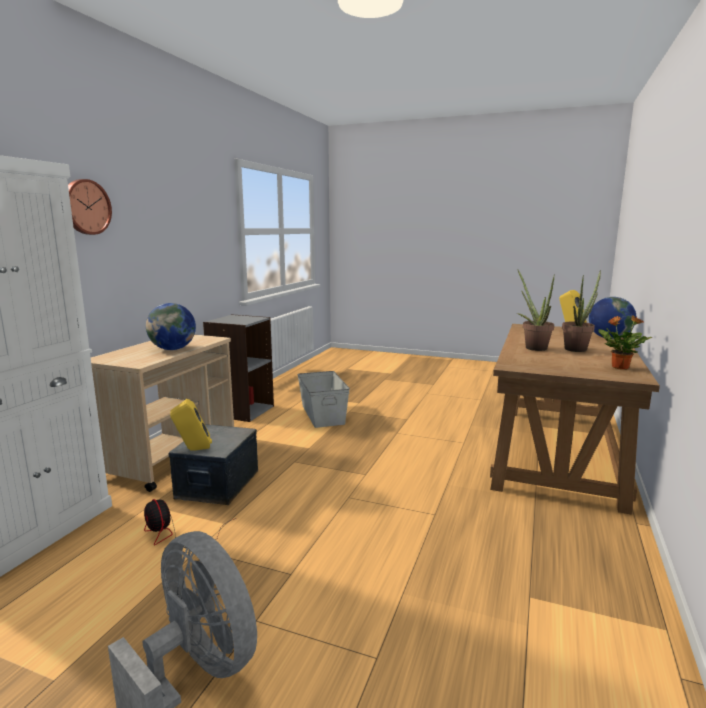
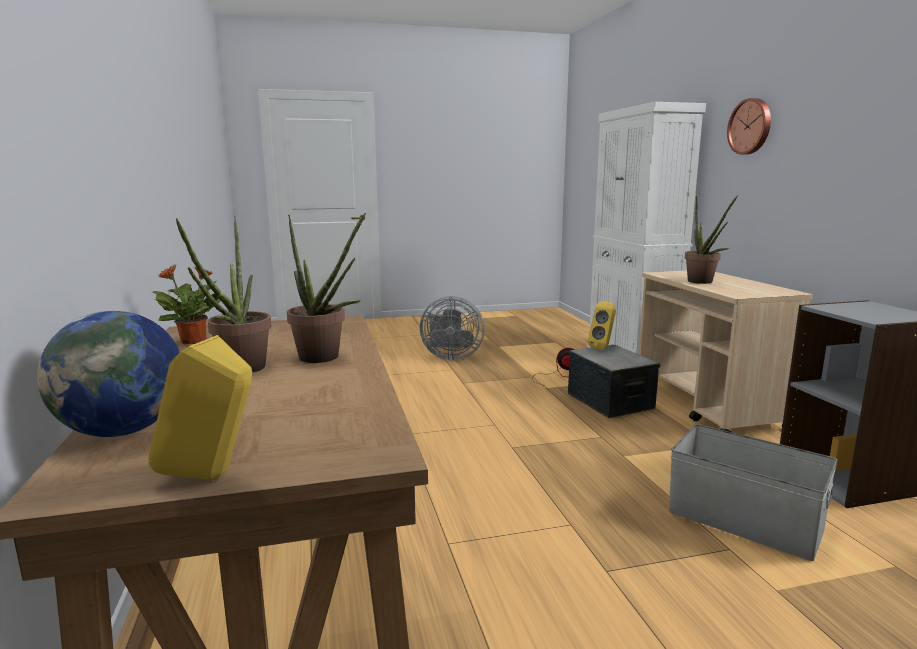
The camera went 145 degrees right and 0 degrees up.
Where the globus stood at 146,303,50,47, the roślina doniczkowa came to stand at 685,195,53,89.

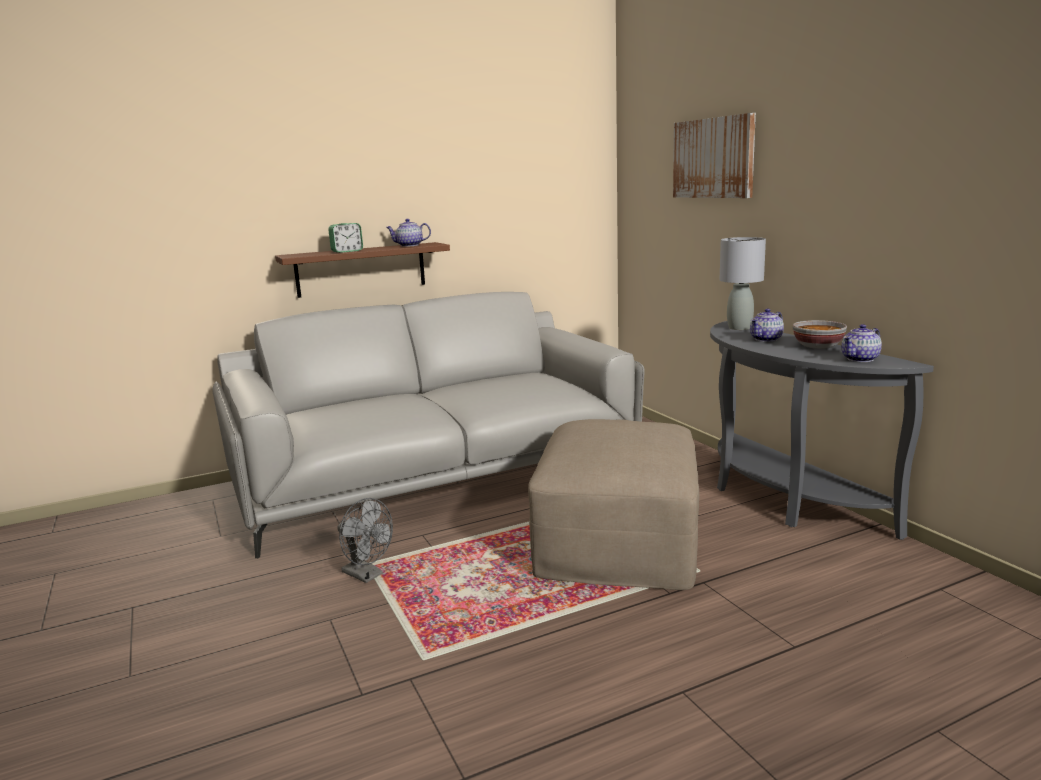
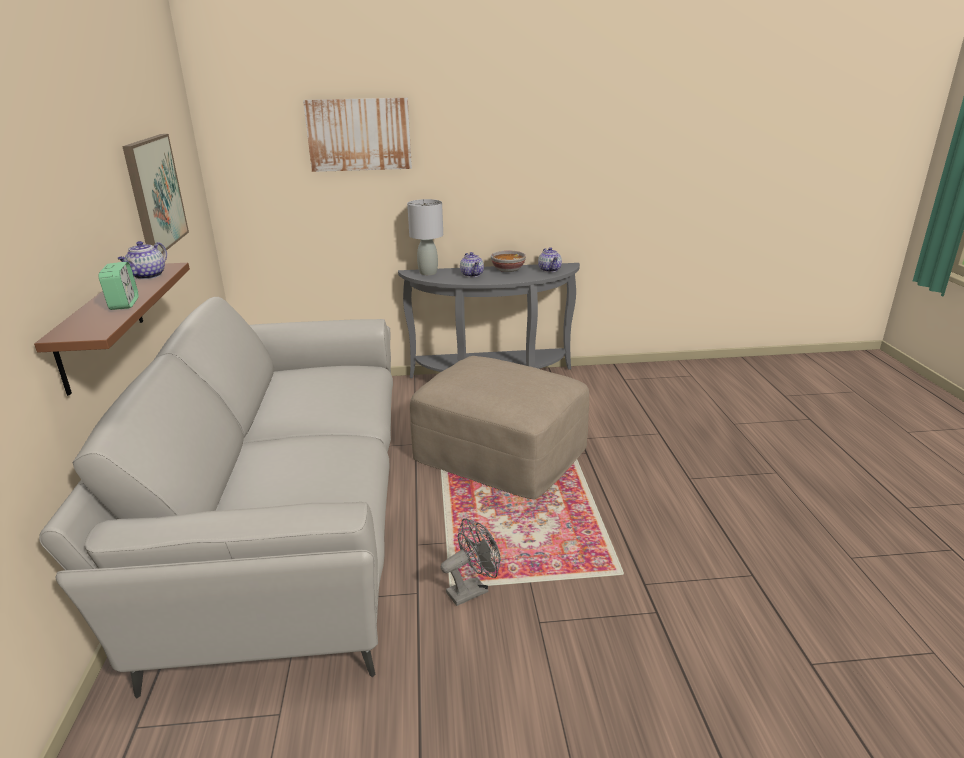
The camera went 70 degrees left and 10 degrees up.
The second view gained the obraz at 122,134,67,120.

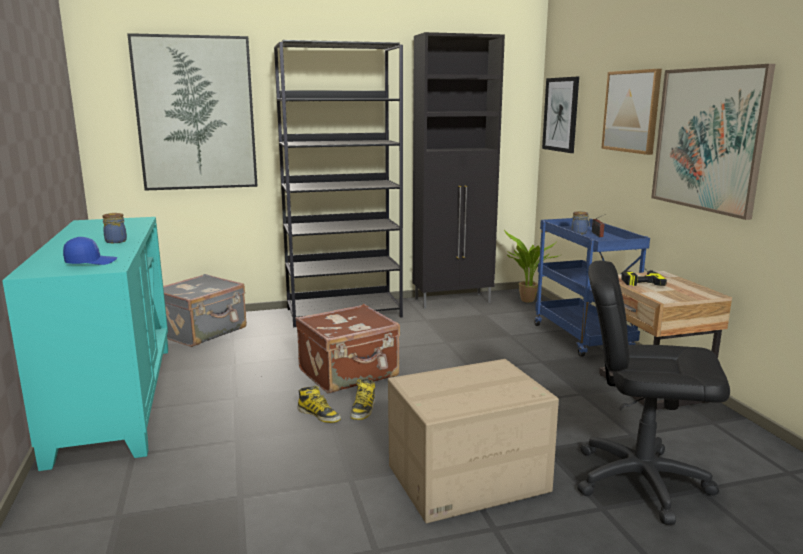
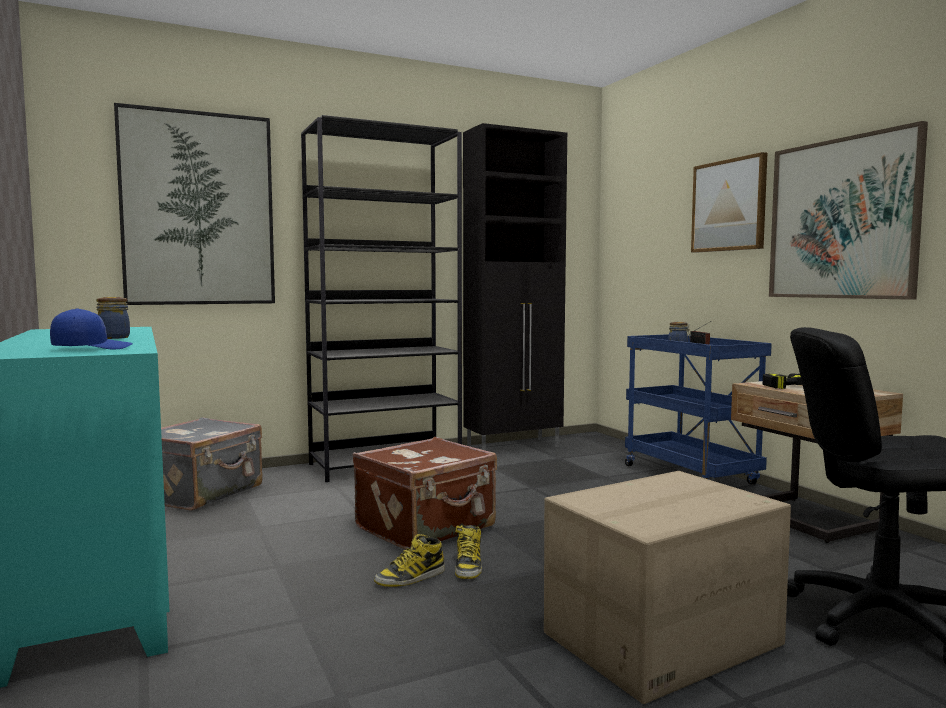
The camera went 10 degrees left and 10 degrees down.
The second view lost the roślina doniczkowa at 504,230,58,73.
The second view lost the obraz at 542,77,37,76.
The but z cholewką at 297,386,44,37 ended up facing another way, 120 degrees clockwise from before.

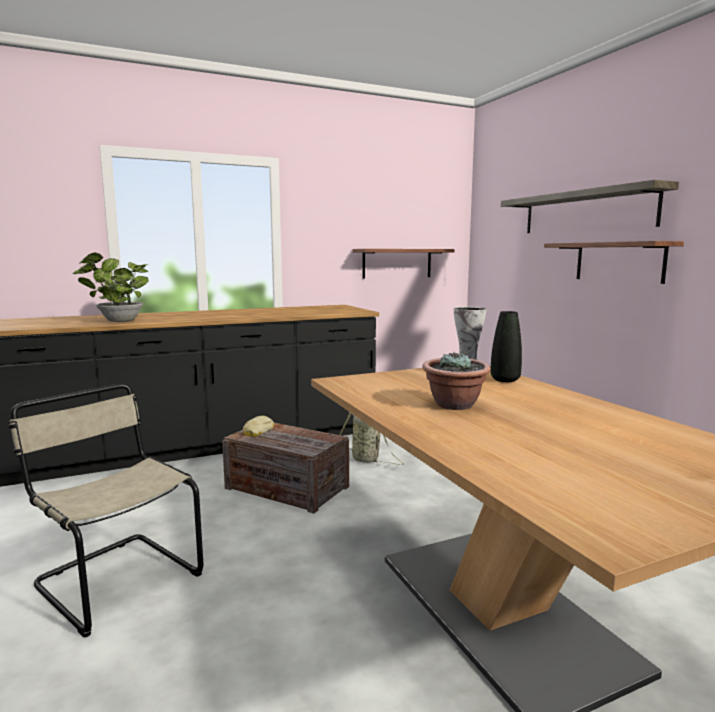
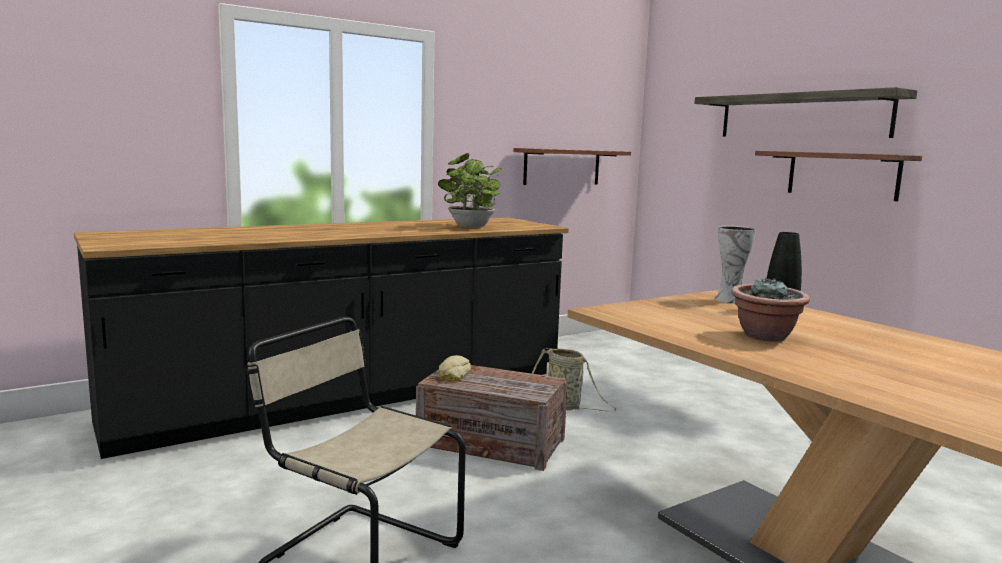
The camera went 10 degrees left and 0 degrees up.
The roślina doniczkowa ended up elsewhere, having gone from 73,253,76,69 to 438,153,64,75.

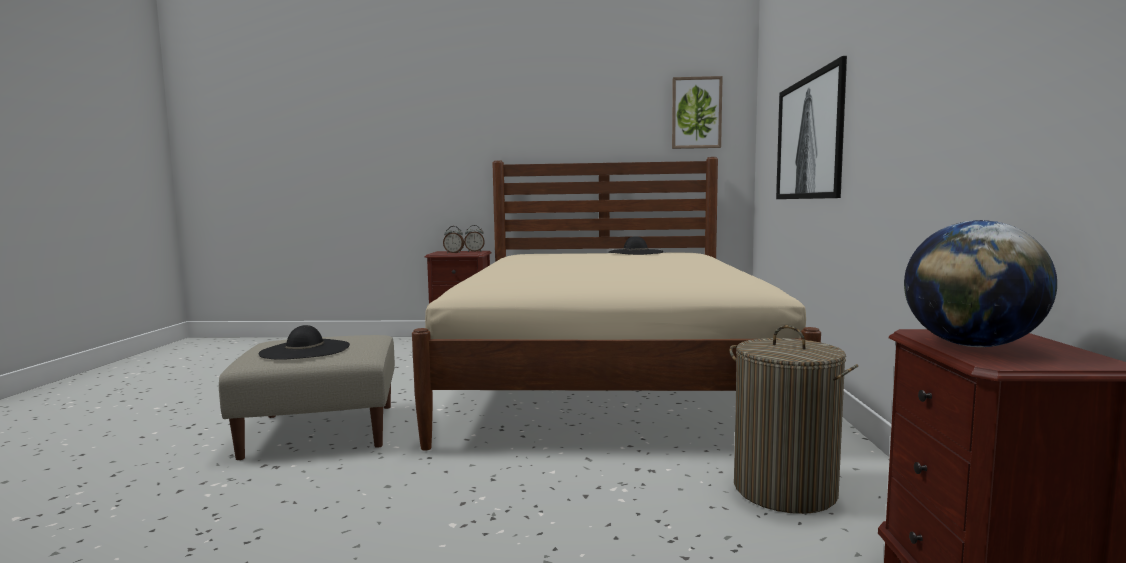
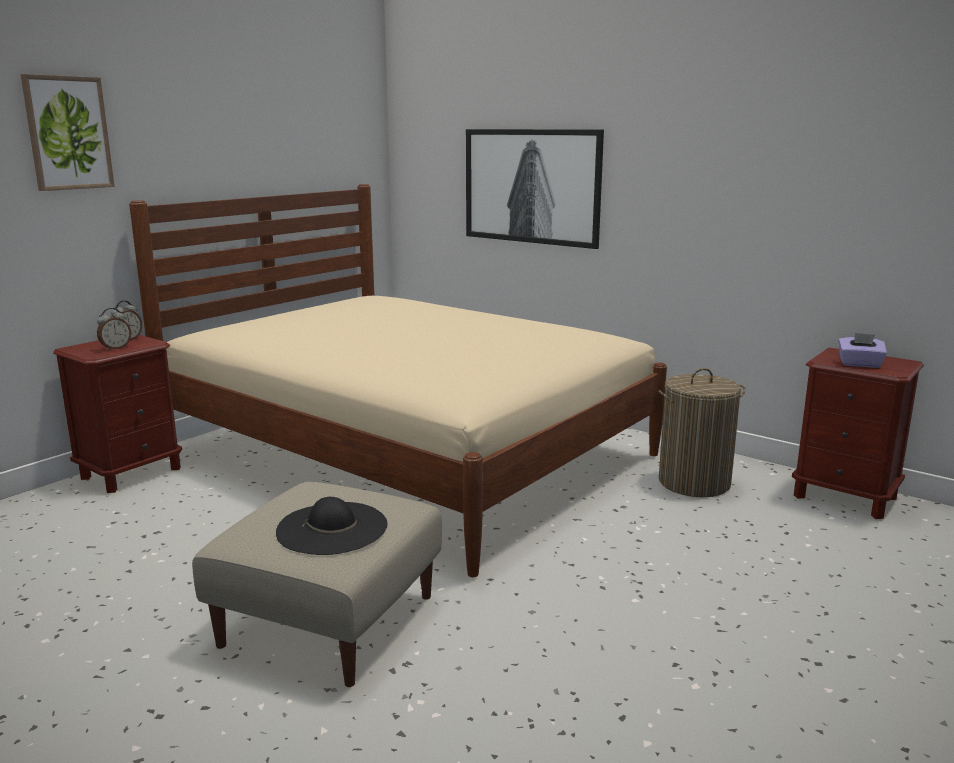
The camera went 55 degrees left and 10 degrees up.
The second view lost the kapelusz (czarny) at 608,236,56,19.
The obraz ended up elsewhere, having gone from 672,76,51,73 to 21,74,94,117.
Where the globus stood at 904,220,153,127, the pudełko chusteczek (fioletowy) came to stand at 838,333,49,35.

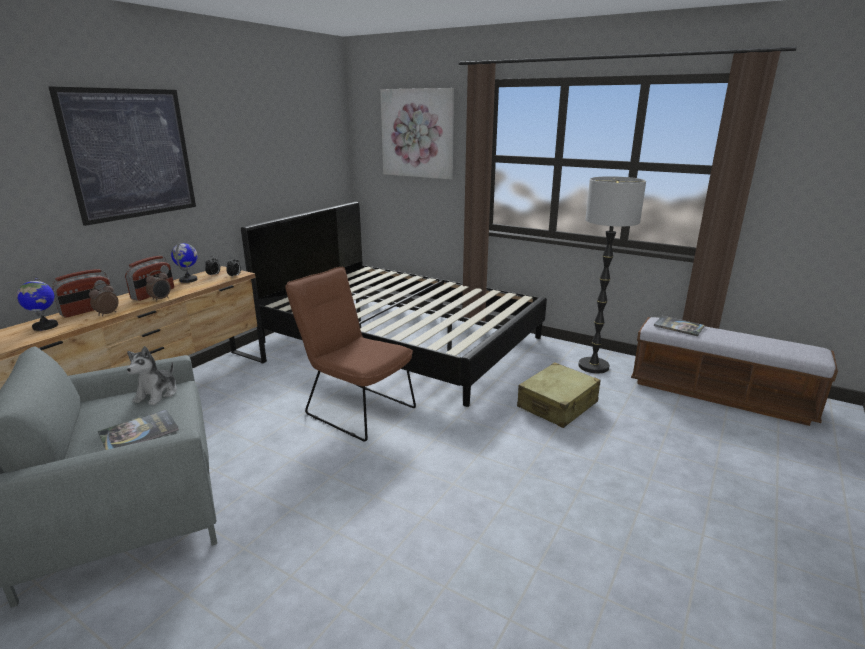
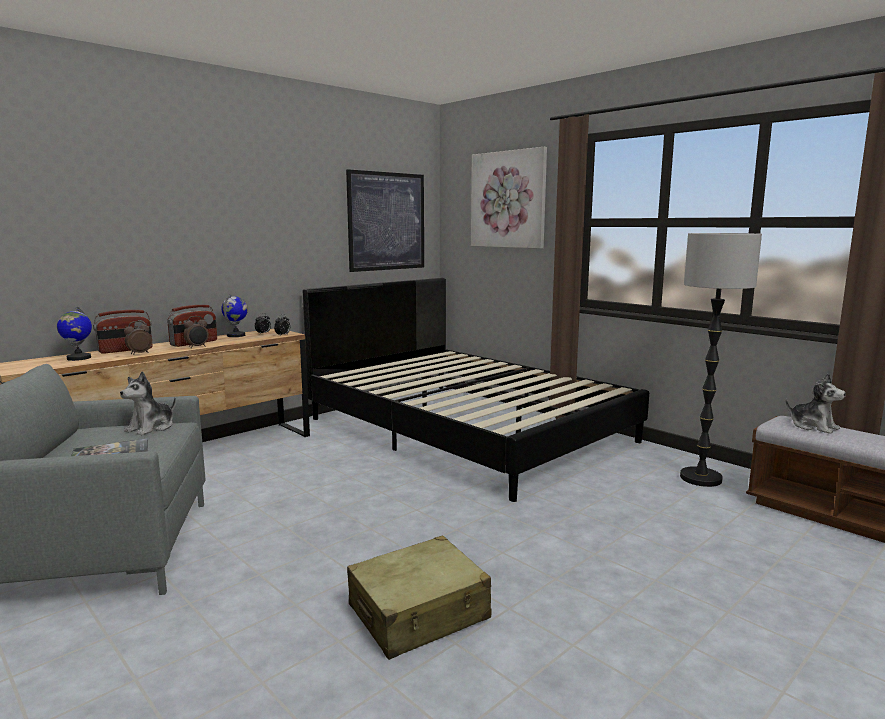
The camera went 15 degrees right and 10 degrees down.
The second view lost the krzesło (brązowy) at 285,267,131,175.
The obraz ended up elsewhere, having gone from 49,86,147,140 to 346,169,78,103.
The walizka (beżowy) ended up elsewhere, having gone from 517,362,84,66 to 347,535,144,125.
Where the książka stood at 654,316,51,20, the pluszak came to stand at 785,373,61,61.

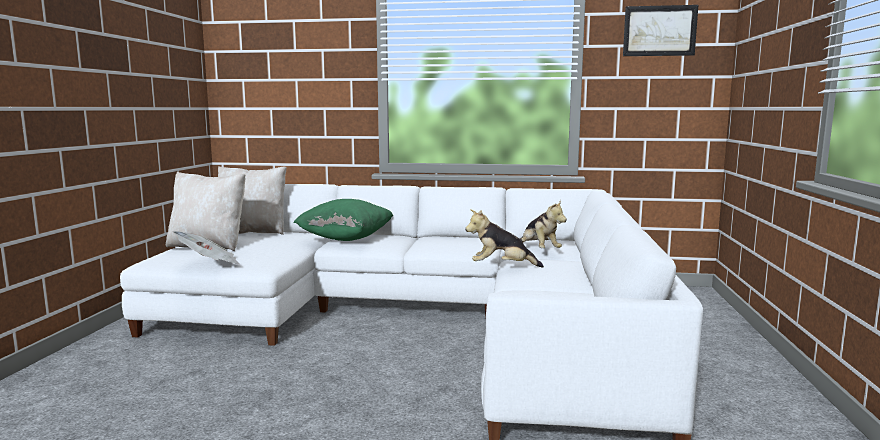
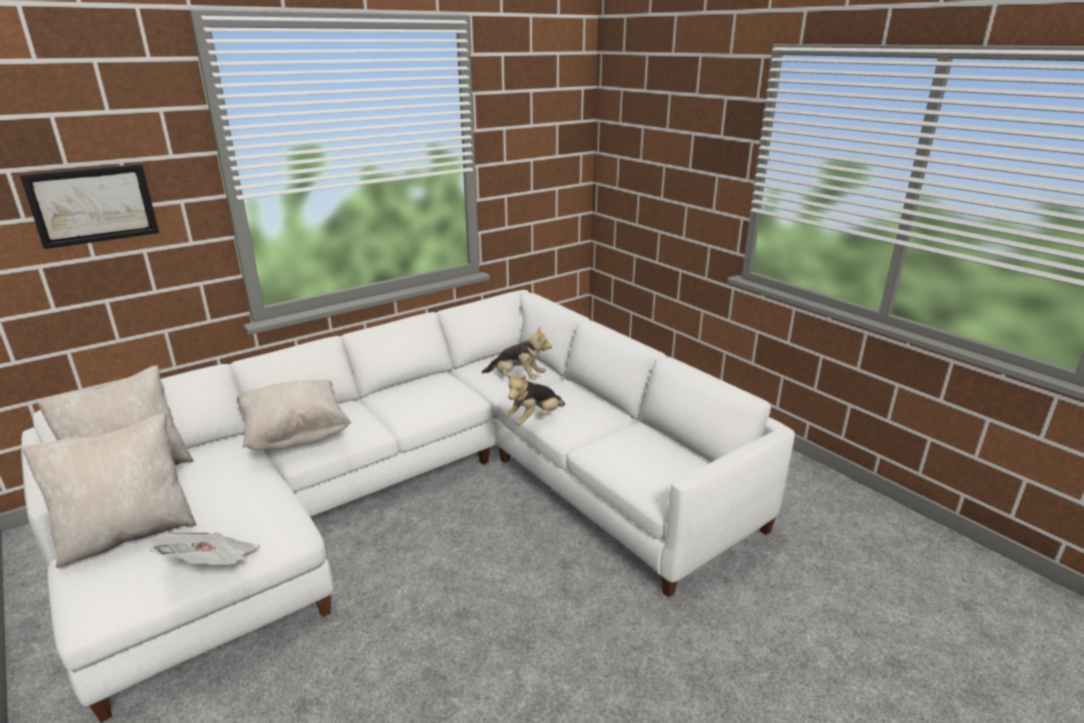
The camera went 45 degrees left and 15 degrees up.
The obraz ended up elsewhere, having gone from 623,5,75,51 to 20,164,139,85.
What was the poduszka (zielony) at 294,199,99,42 turned into the poduszka (beżowy) at 237,379,114,71.

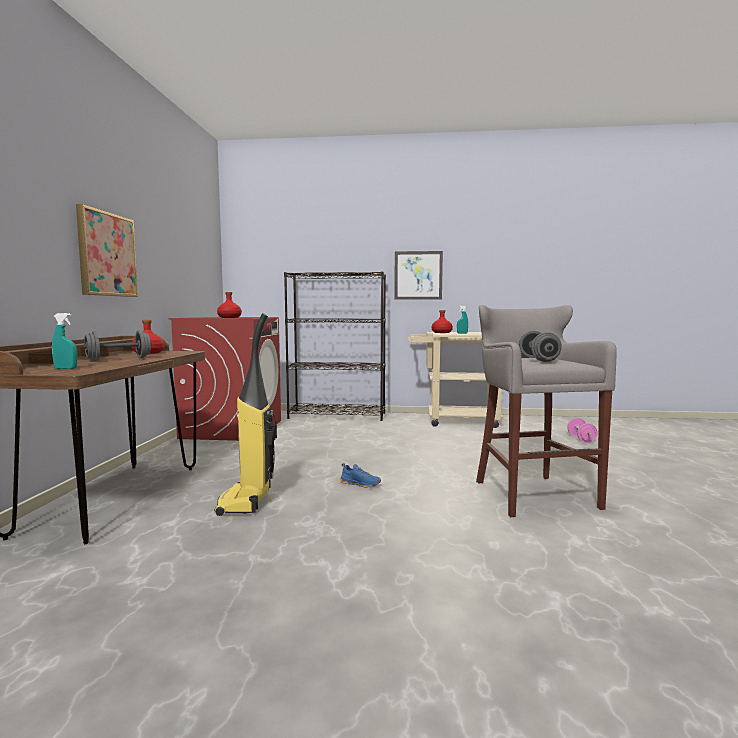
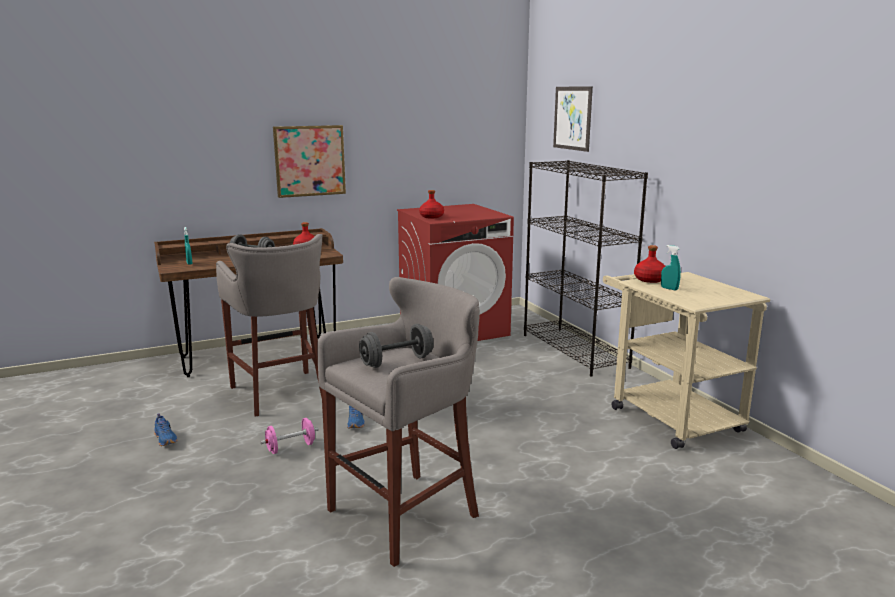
The camera went 60 degrees right and 10 degrees up.
The second view gained the but (niebieski) at 154,413,24,33.
The obraz ended up elsewhere, having gone from 394,251,49,49 to 553,86,40,66.
The hantel (różowy) ended up elsewhere, having gone from 567,418,31,25 to 260,418,59,36.
Where the odkurzacz stood at 214,313,63,203, the stołek (szary) came to stand at 216,234,107,183.

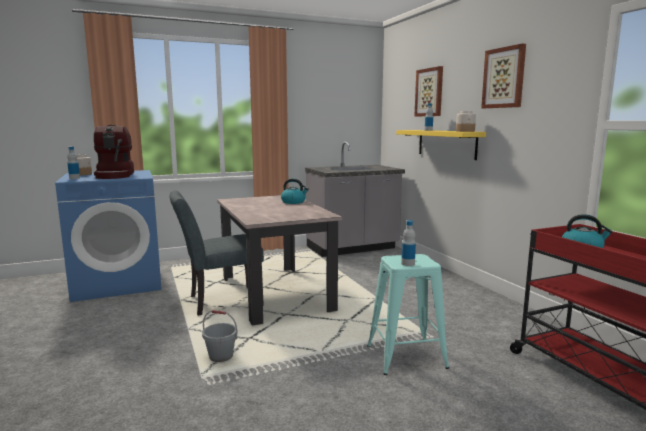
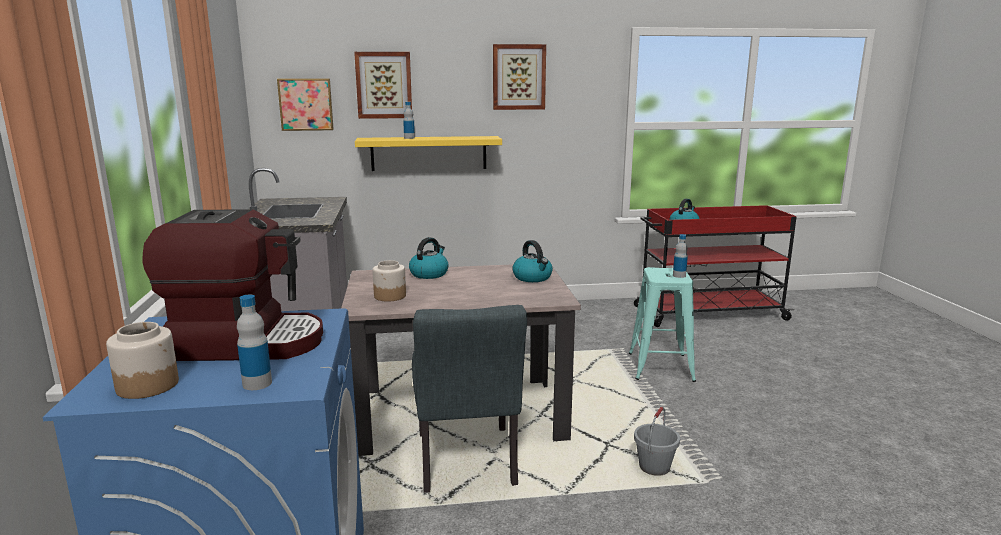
The camera went 75 degrees left and 5 degrees up.
The second view gained the obraz at 277,79,57,52.
The second view gained the czajnik at 512,240,41,42.
The słoik ended up elsewhere, having gone from 456,111,20,21 to 373,260,33,41.

